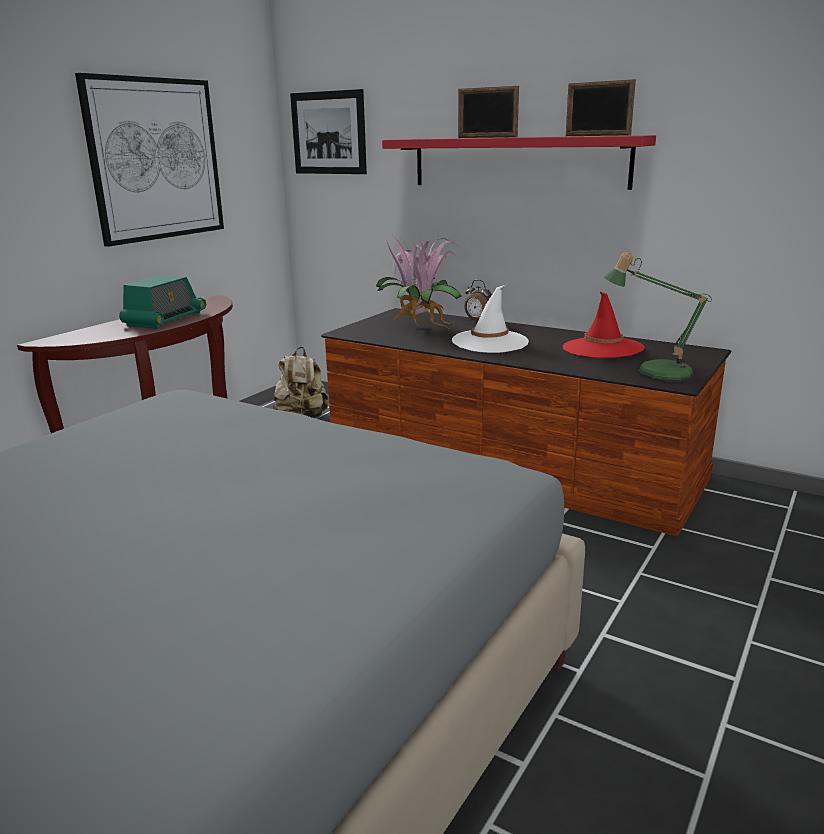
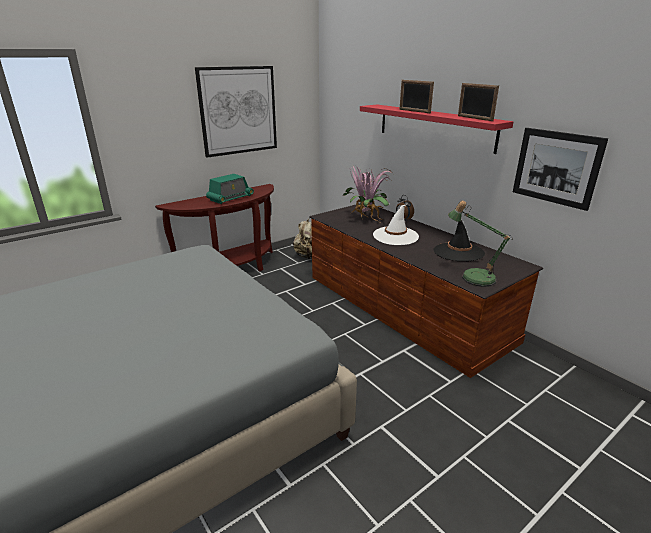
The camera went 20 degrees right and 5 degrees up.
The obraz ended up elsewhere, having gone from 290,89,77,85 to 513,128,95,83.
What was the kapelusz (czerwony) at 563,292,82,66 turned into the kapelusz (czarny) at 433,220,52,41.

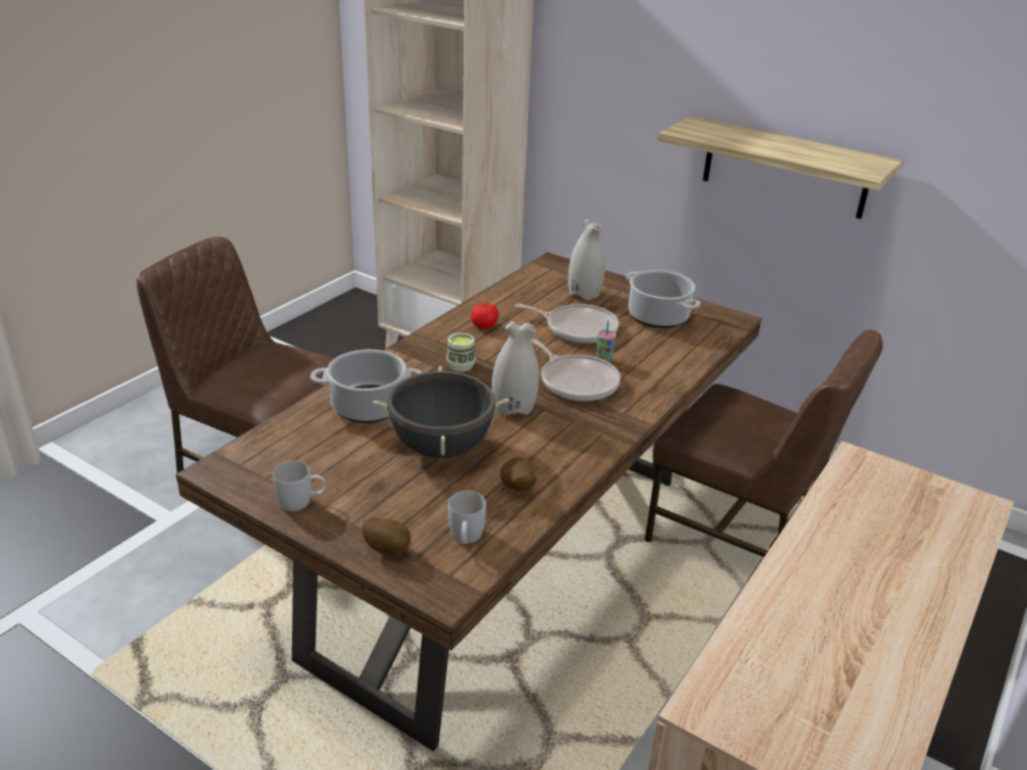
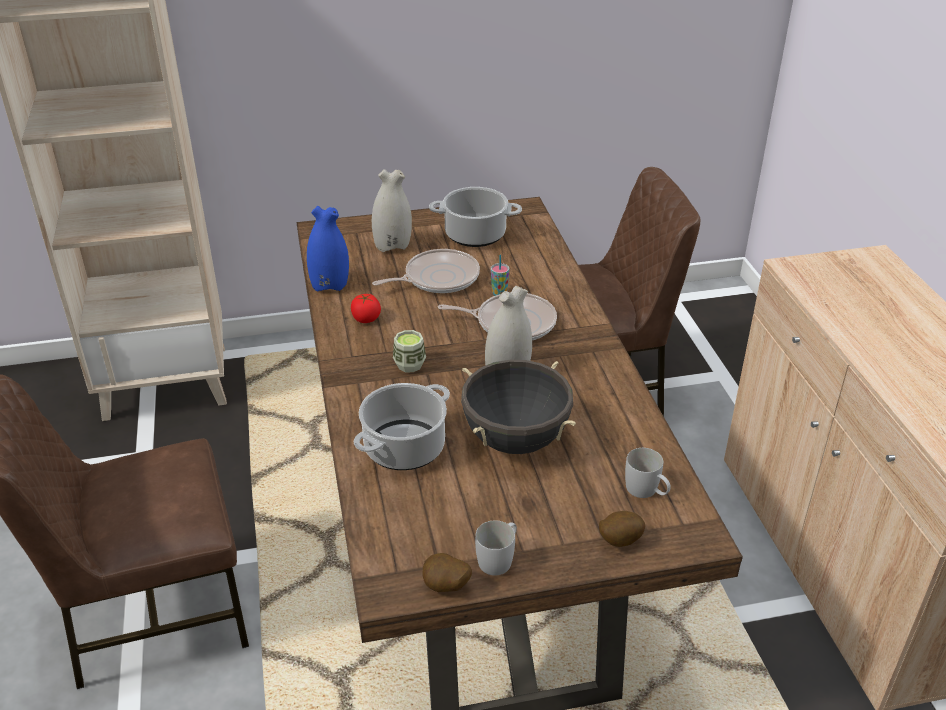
The camera went 45 degrees left and 5 degrees up.
The second view lost the półka at 658,116,245,103.
The second view gained the wazon (niebieski) at 307,206,42,86.
The ziemniak ended up elsewhere, having gone from 500,458,36,33 to 423,553,49,39.

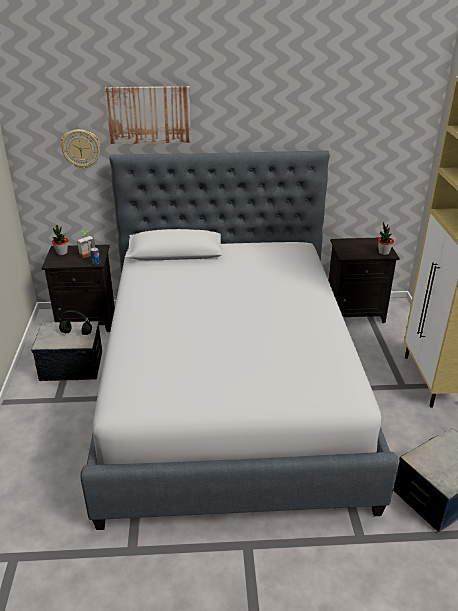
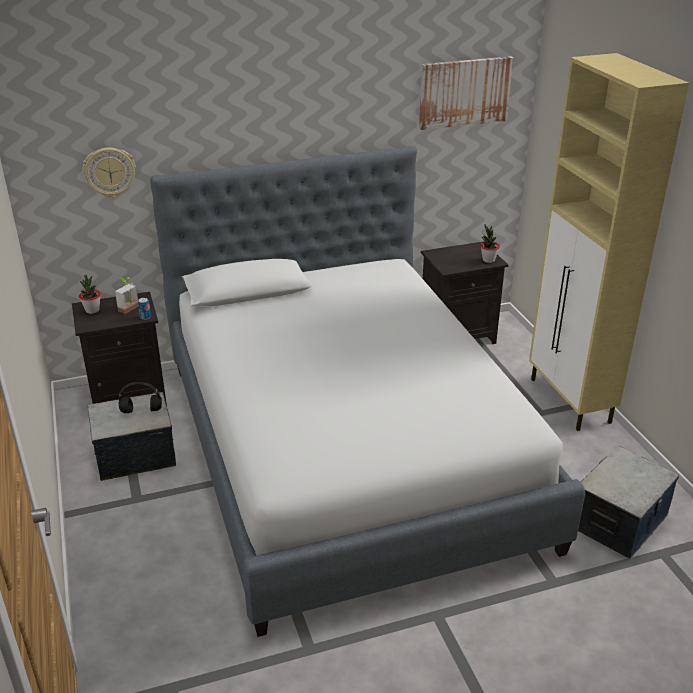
The camera went 15 degrees left and 0 degrees up.
The obraz ended up elsewhere, having gone from 105,86,86,58 to 419,56,94,74.

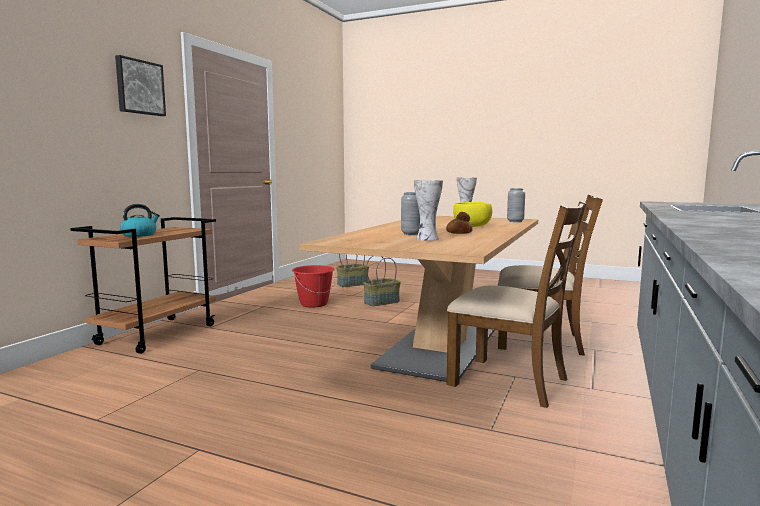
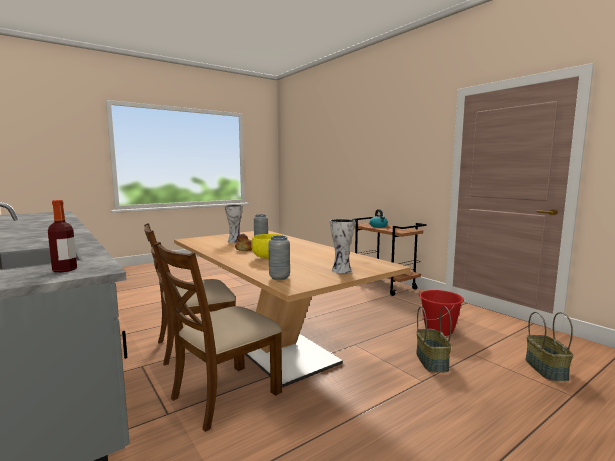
The camera went 120 degrees right and 0 degrees up.
The second view lost the obraz at 115,55,51,61.
The second view gained the butelka at 48,200,29,72.

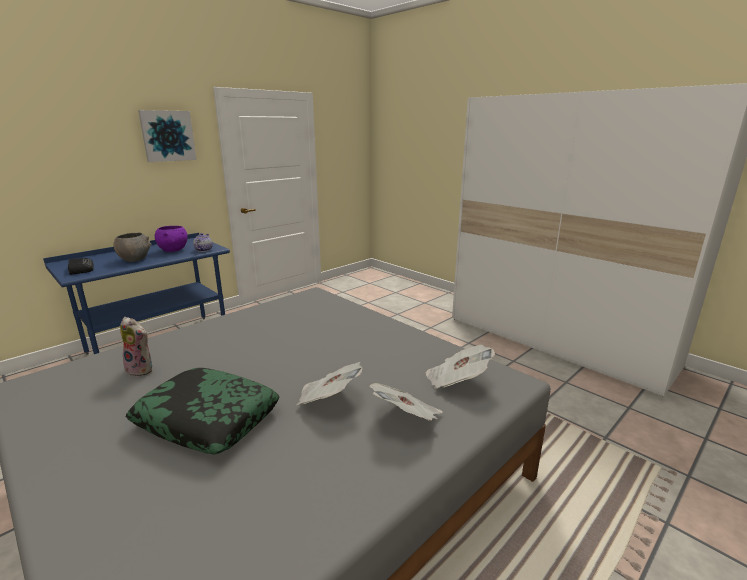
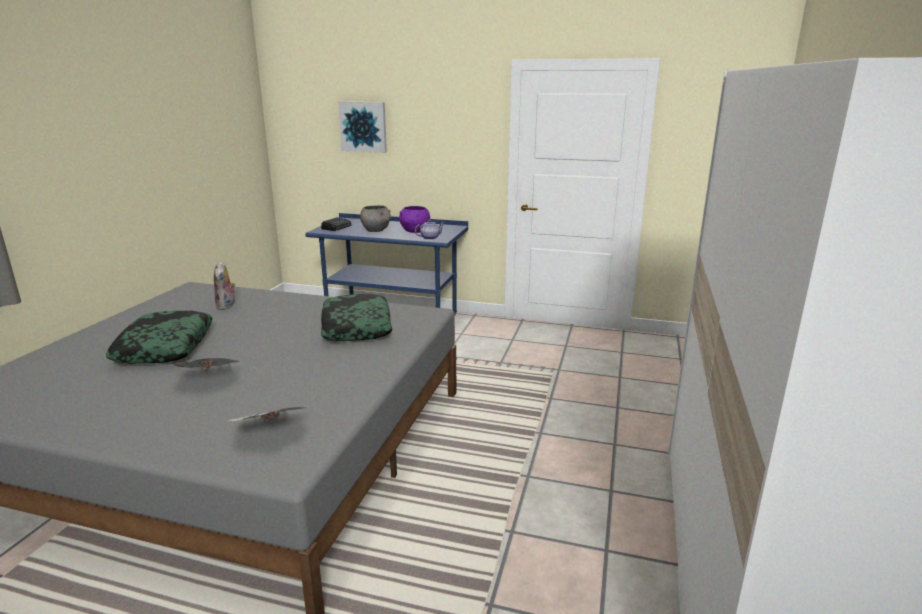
The camera went 60 degrees right and 0 degrees up.
The second view lost the gazeta at 370,383,73,38.
The second view gained the poduszka at 321,294,71,47.
The obraz ended up elsewhere, having gone from 138,110,59,52 to 338,102,49,51.

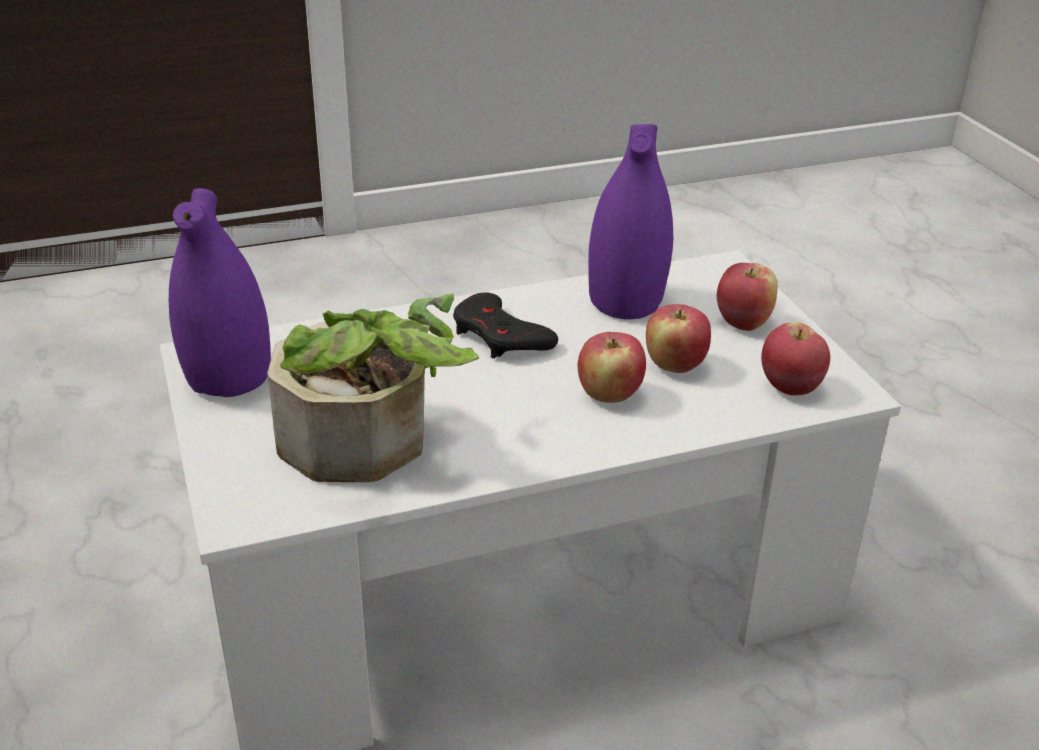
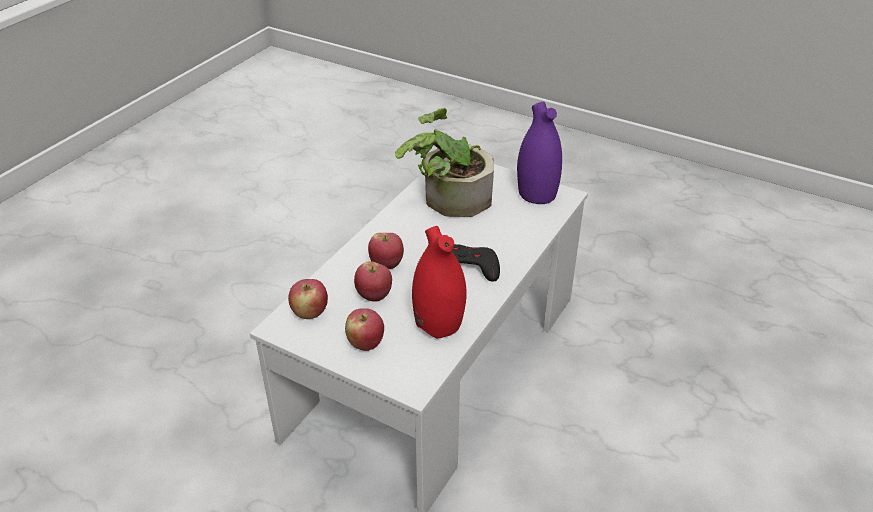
The camera went 140 degrees right and 5 degrees up.
What was the wazon (fioletowy) at 588,124,85,195 turned into the wazon (czerwony) at 412,226,55,112.

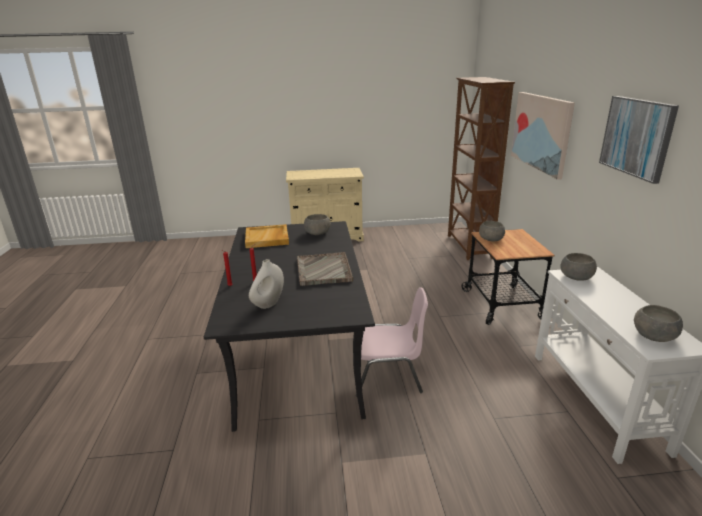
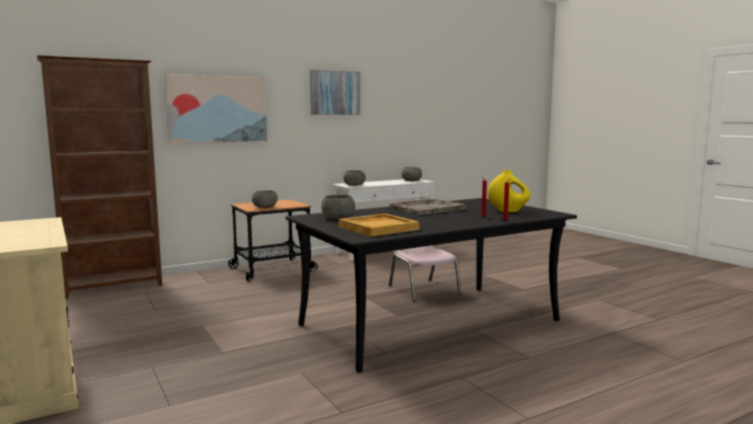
The camera went 115 degrees left and 15 degrees down.
What was the wazon (biały) at 249,259,35,50 turned into the wazon (żółty) at 488,170,42,42.

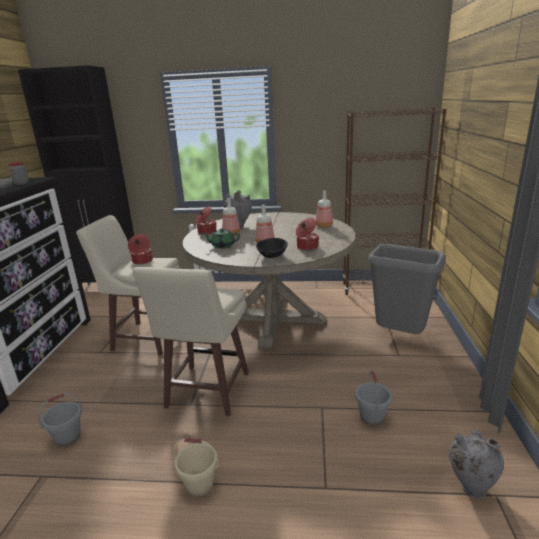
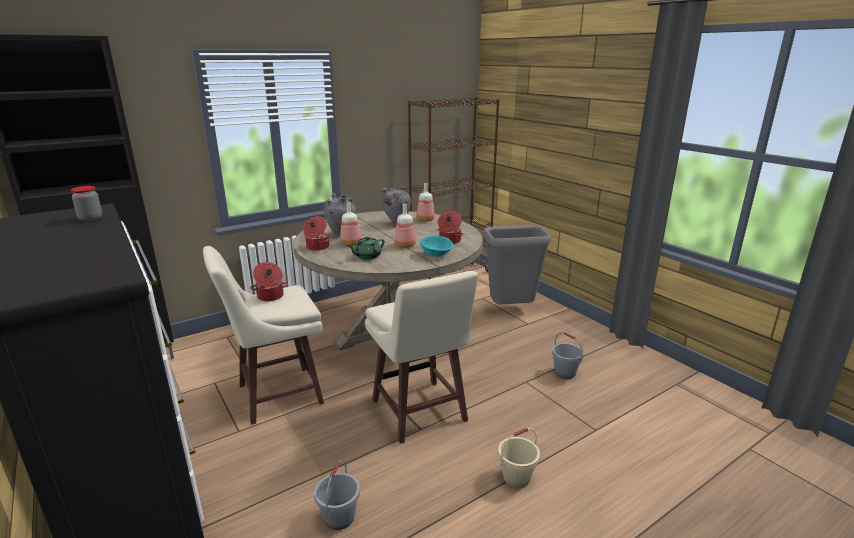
The camera went 40 degrees left and 0 degrees up.
The wazon (szary) ended up elsewhere, having gone from 449,430,55,68 to 381,186,30,40.
What was the miska (czarny) at 256,238,32,20 turned into the miska (turkusowy) at 420,236,33,21.

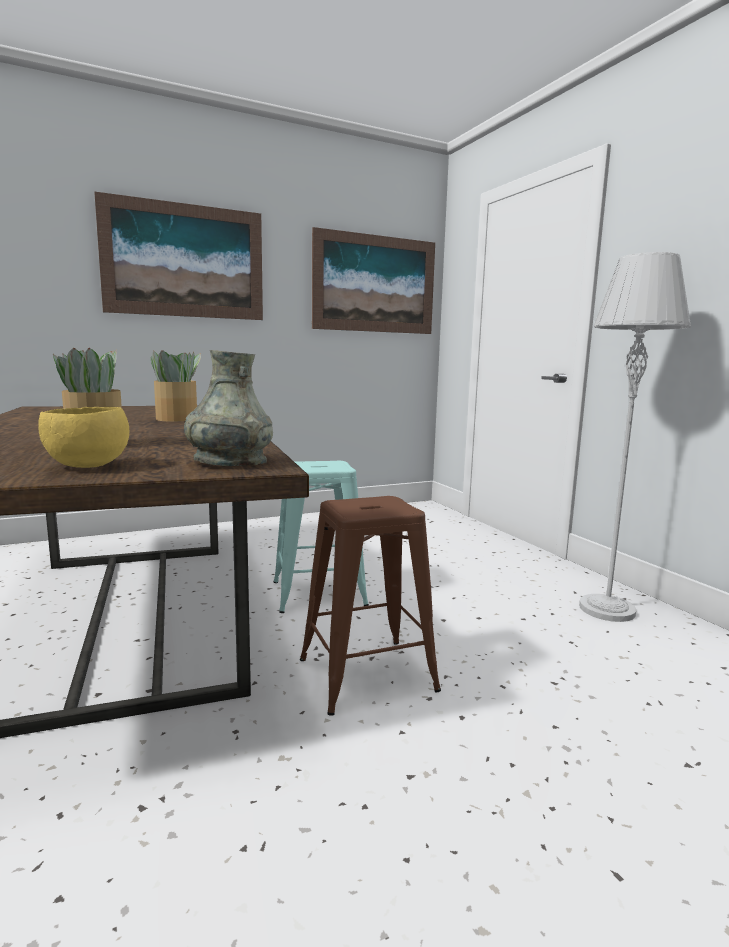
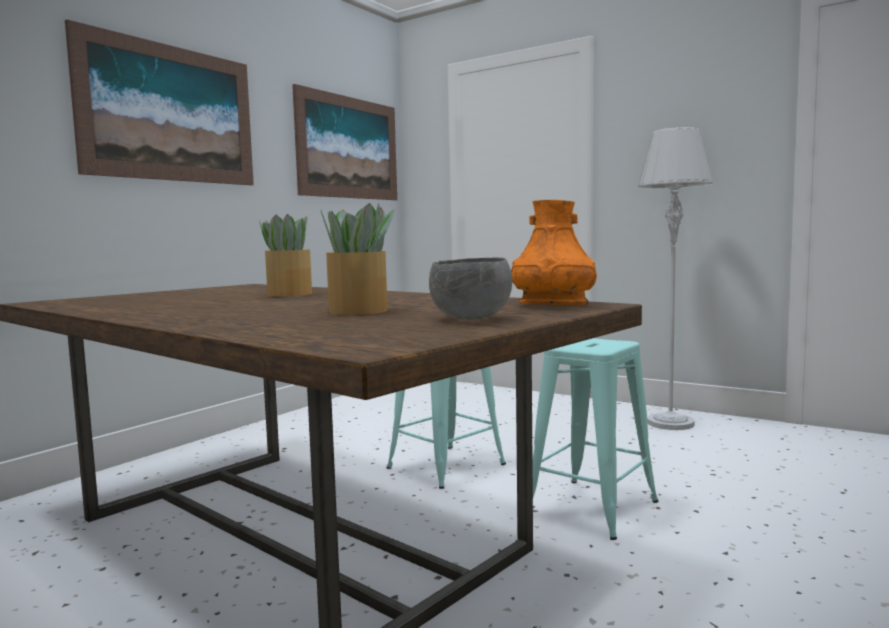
The camera went 30 degrees left and 5 degrees down.
What was the miska (żółty) at 38,407,91,61 turned into the miska (szary) at 429,257,83,63.
What was the wazon (szary) at 184,350,89,116 turned into the wazon (pomarańczowy) at 511,200,86,106.
What was the stołek (brązowy) at 300,496,141,220 turned into the stołek (turkusowy) at 532,338,126,202.

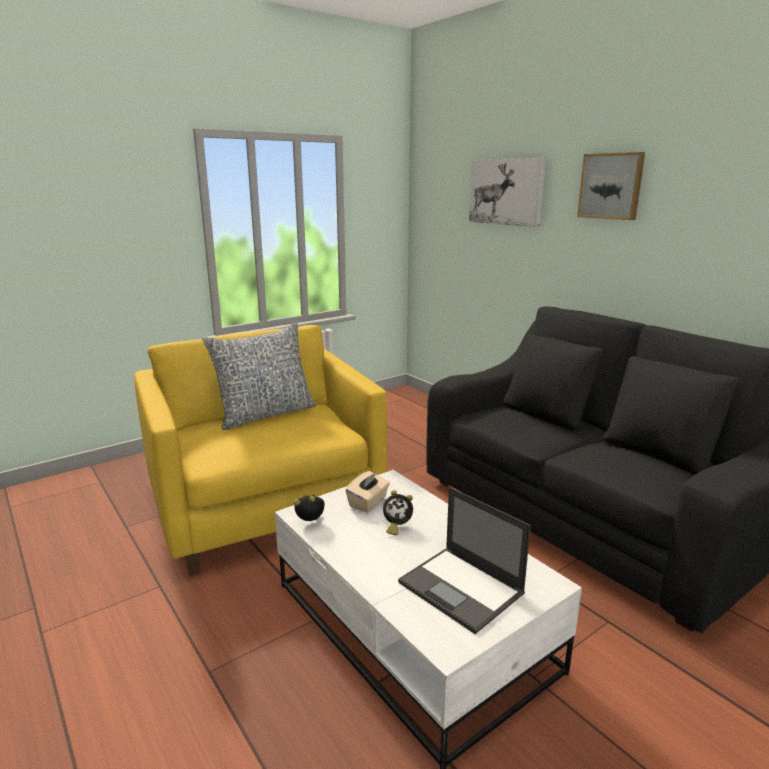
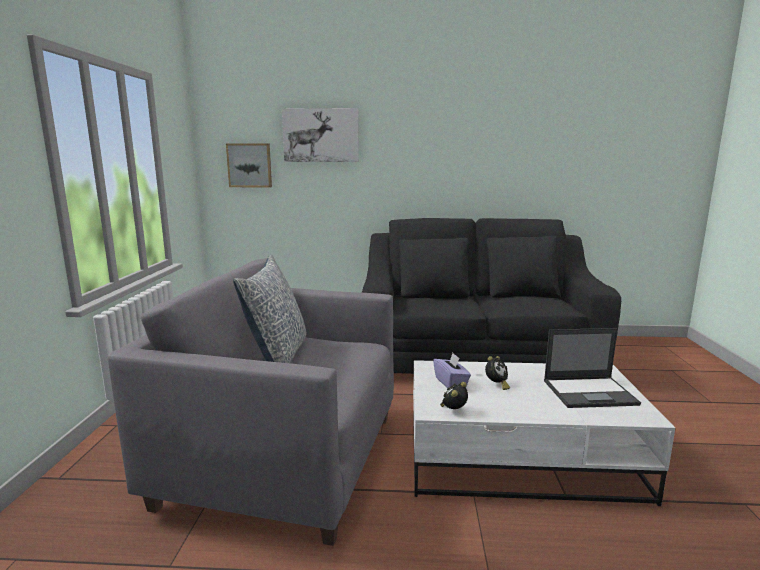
The camera went 50 degrees left and 5 degrees down.
The obraz ended up elsewhere, having gone from 577,152,68,68 to 226,144,46,43.
What was the fotel (żółty) at 134,325,253,251 turned into the fotel (szary) at 108,258,286,288.
What was the pudełko chusteczek (beżowy) at 346,471,44,41 turned into the pudełko chusteczek (fioletowy) at 433,353,38,35.

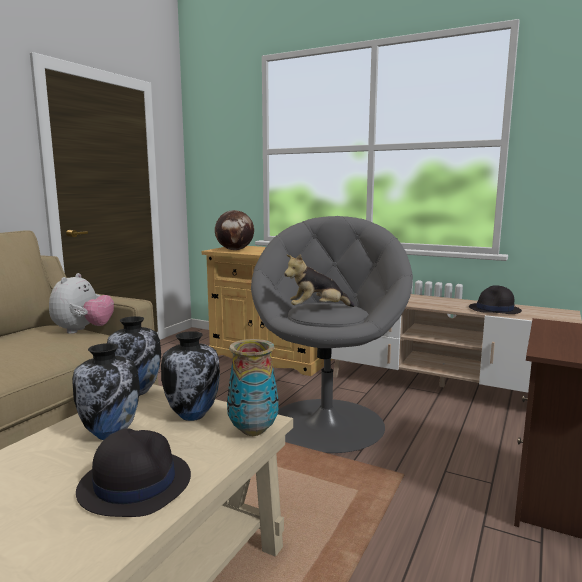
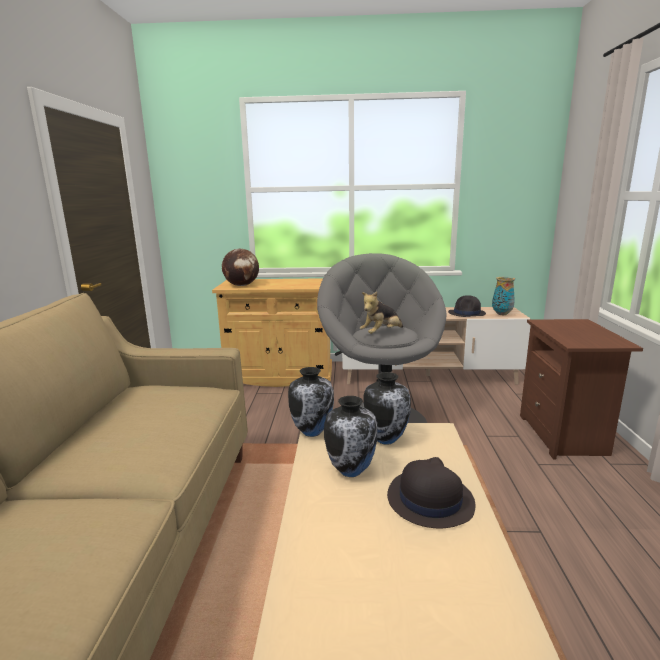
The camera went 25 degrees left and 5 degrees up.
The second view lost the pluszak at 49,273,65,61.
The wazon ended up elsewhere, having gone from 227,339,52,97 to 492,277,23,38.

